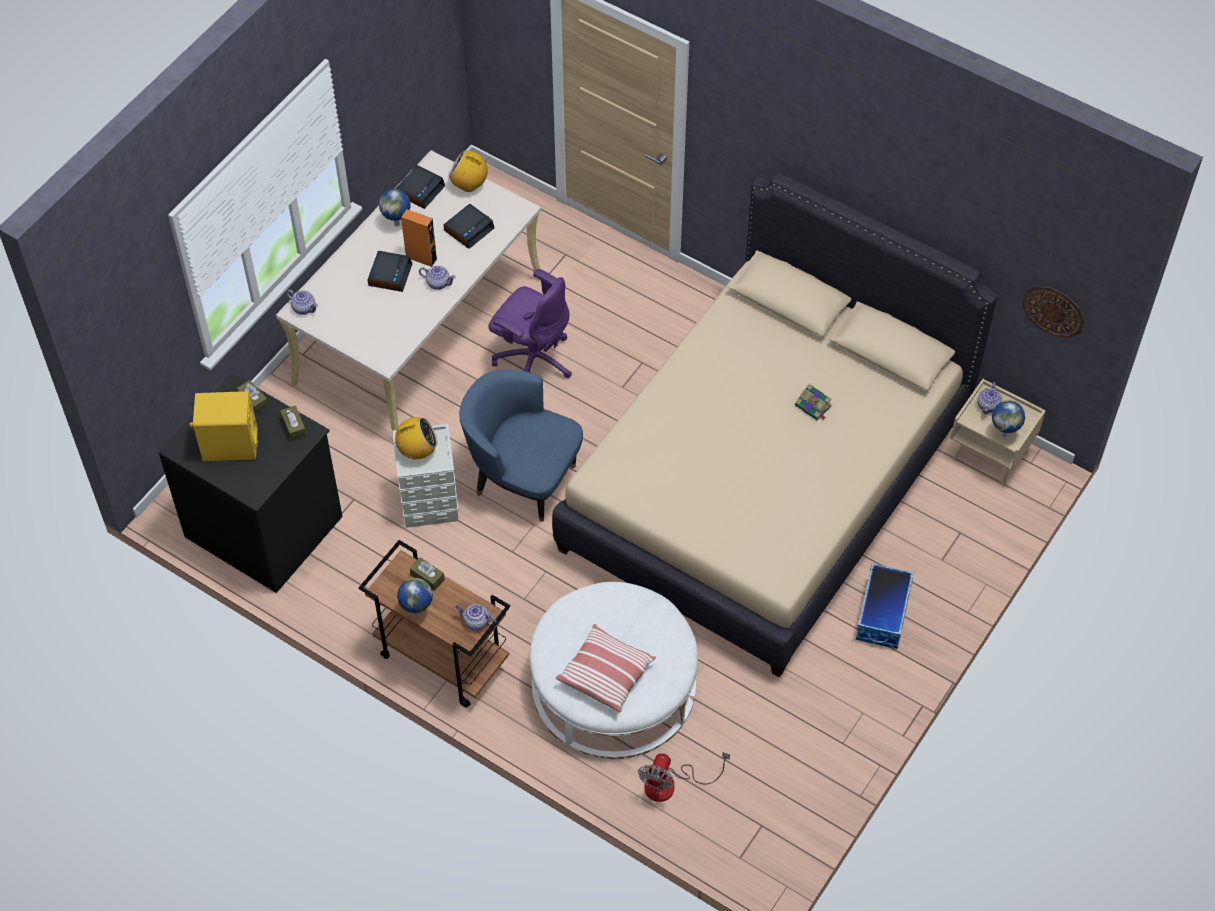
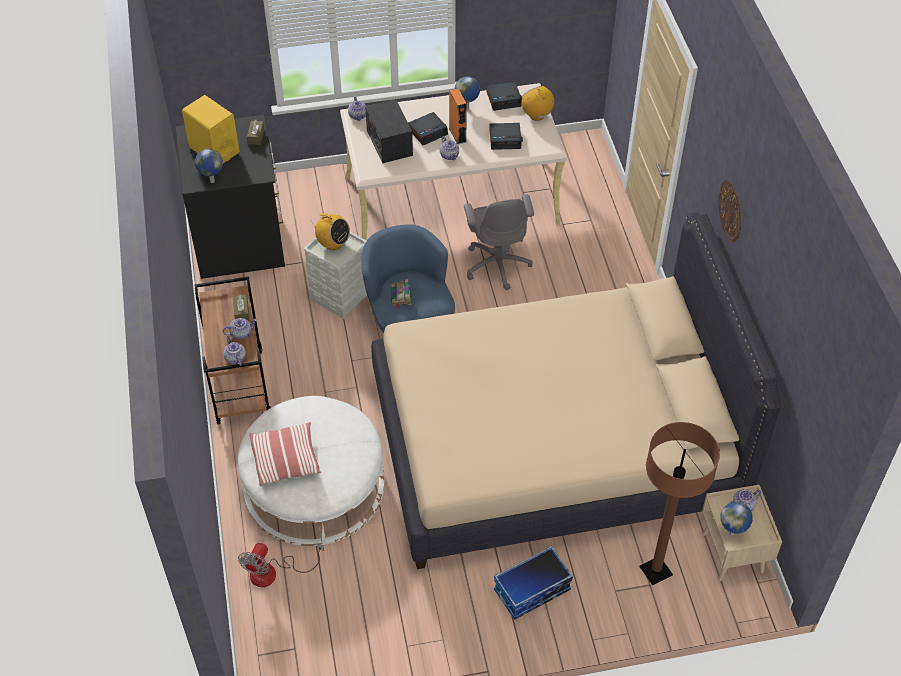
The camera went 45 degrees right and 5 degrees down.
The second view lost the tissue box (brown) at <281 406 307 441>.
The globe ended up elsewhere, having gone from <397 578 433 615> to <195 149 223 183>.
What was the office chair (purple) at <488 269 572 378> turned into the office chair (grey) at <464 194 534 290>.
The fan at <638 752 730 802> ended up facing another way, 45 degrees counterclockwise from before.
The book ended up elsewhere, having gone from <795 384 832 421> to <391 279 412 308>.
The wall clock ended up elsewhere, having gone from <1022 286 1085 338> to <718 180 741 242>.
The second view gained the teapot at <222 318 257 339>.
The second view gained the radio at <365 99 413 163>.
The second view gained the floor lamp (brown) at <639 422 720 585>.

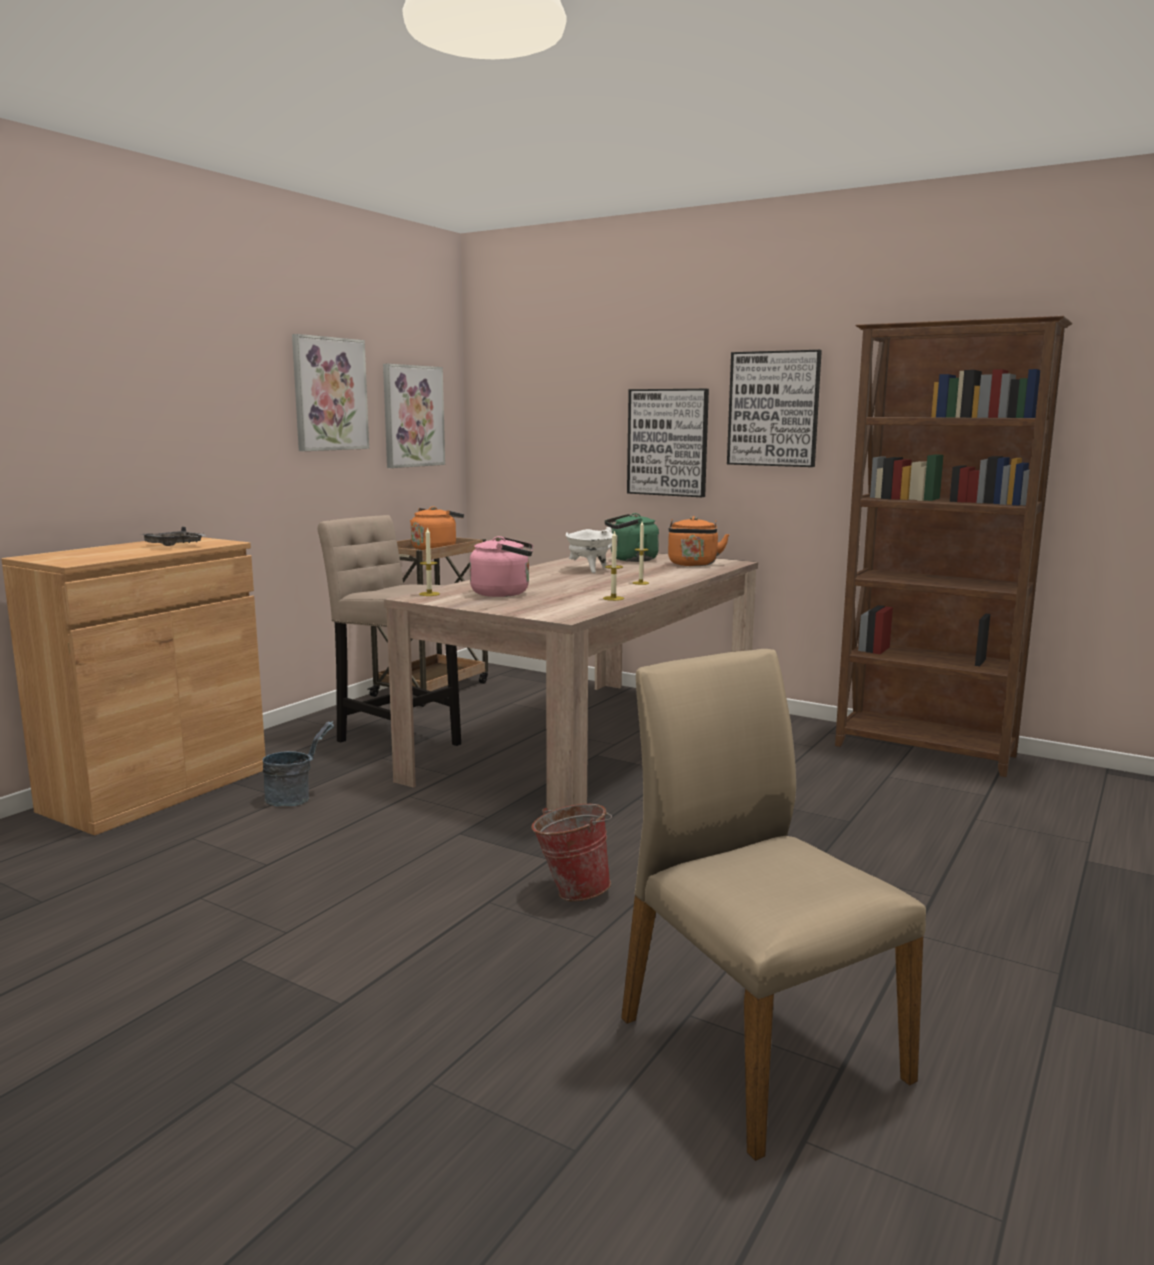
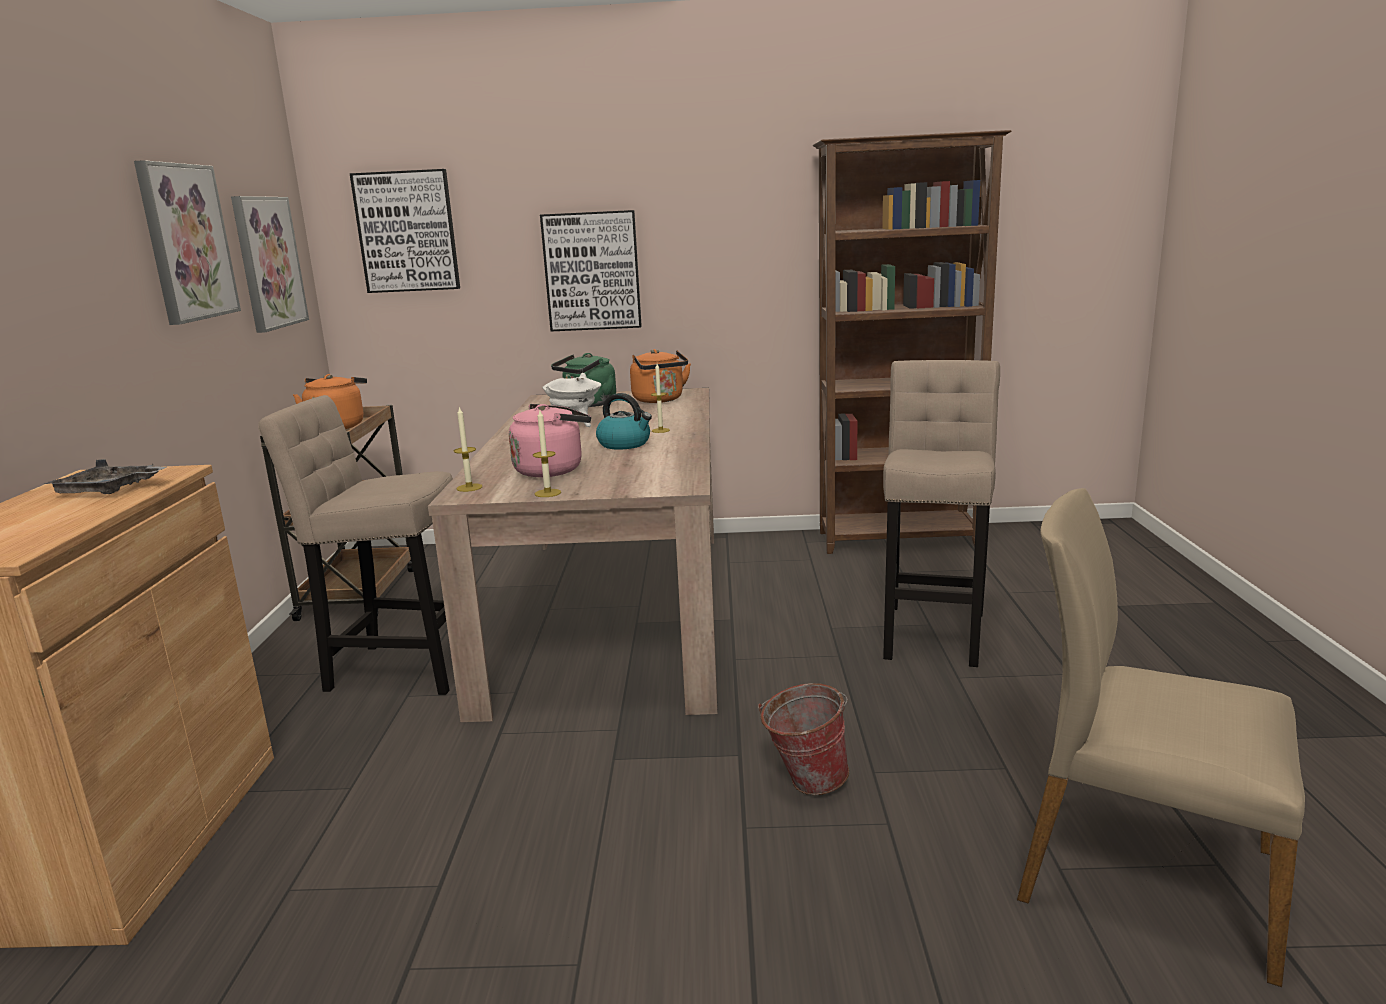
The camera went 30 degrees left and 5 degrees up.
The second view lost the bucket (grey) at <263 721 334 806>.
The candle ended up elsewhere, having gone from <603 530 624 601> to <533 410 561 497>.
The picture ended up elsewhere, having gone from <727 350 822 467> to <350 169 460 293>.
The second view gained the kettle at <596 393 652 450>.
The second view gained the stool (beige) at <883 360 1000 667>.

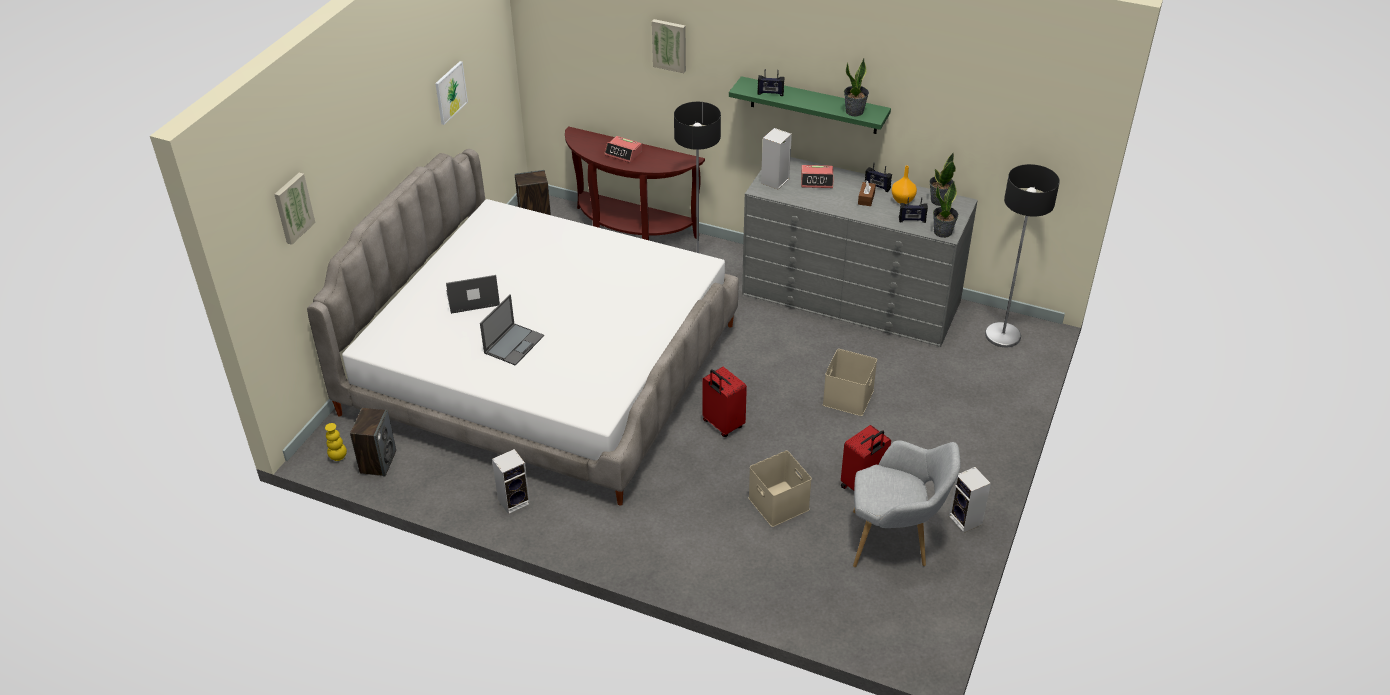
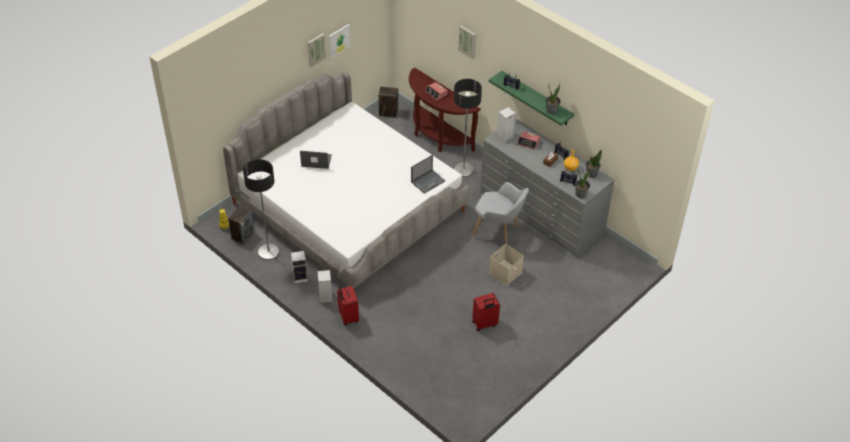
The camera went 20 degrees right and 5 degrees up.
The picture ended up elsewhere, having gone from <274 173 315 245> to <307 33 326 67>.
The laptop ended up elsewhere, having gone from <480 295 544 366> to <411 155 445 194>.
The suitcase (red) ended up elsewhere, having gone from <702 367 747 437> to <337 286 359 325>.
The second view lost the storage box (beige) at <749 451 812 527>.
The armchair (grey) ended up elsewhere, having gone from <853 440 960 567> to <472 182 529 244>.
The speaker ended up elsewhere, having gone from <949 467 991 533> to <317 270 333 303>.
The floor lamp ended up elsewhere, having gone from <985 164 1060 347> to <243 159 280 260>.

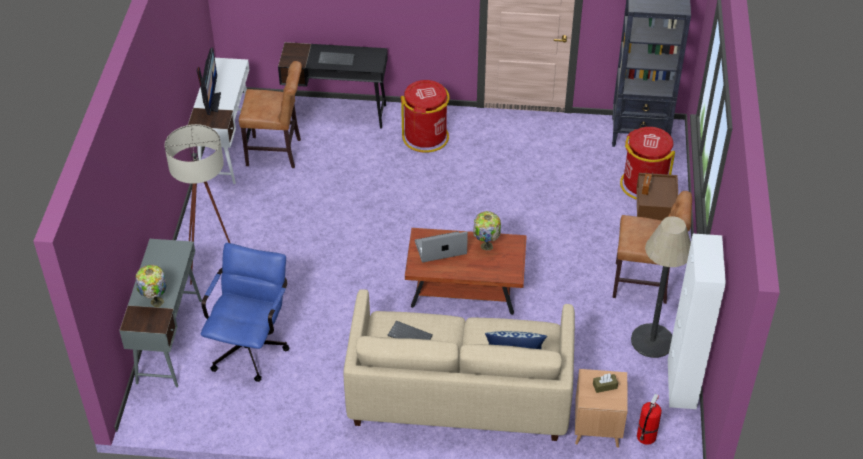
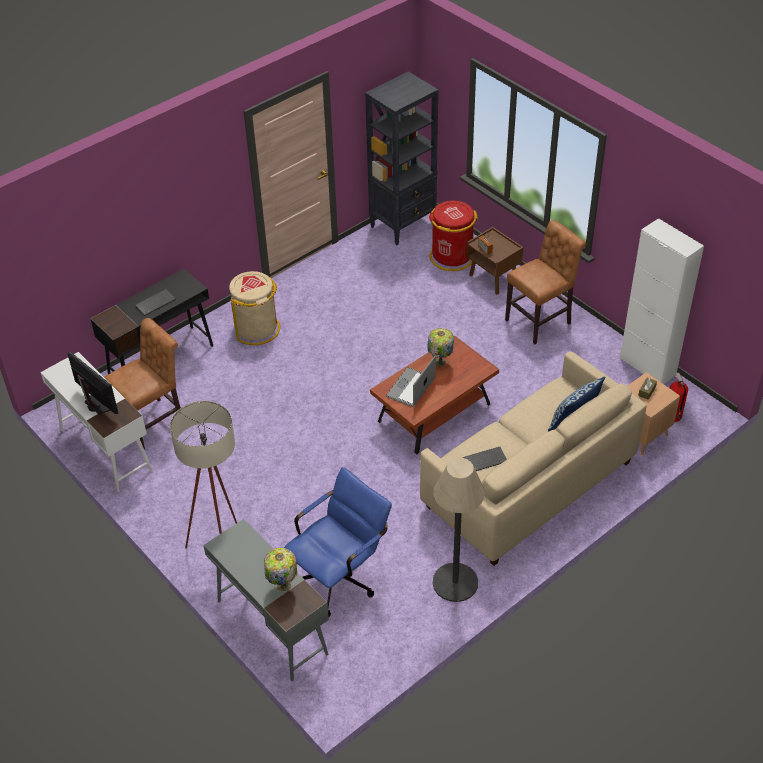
The camera went 45 degrees left and 0 degrees up.
The office chair (blue) at <201 243 289 382> ended up facing another way, 75 degrees clockwise from before.
What was the trash can (red) at <400 80 450 153> turned into the trash can (beige) at <229 271 280 345>.
The floor lamp ended up elsewhere, having gone from <631 216 691 358> to <433 458 485 602>.

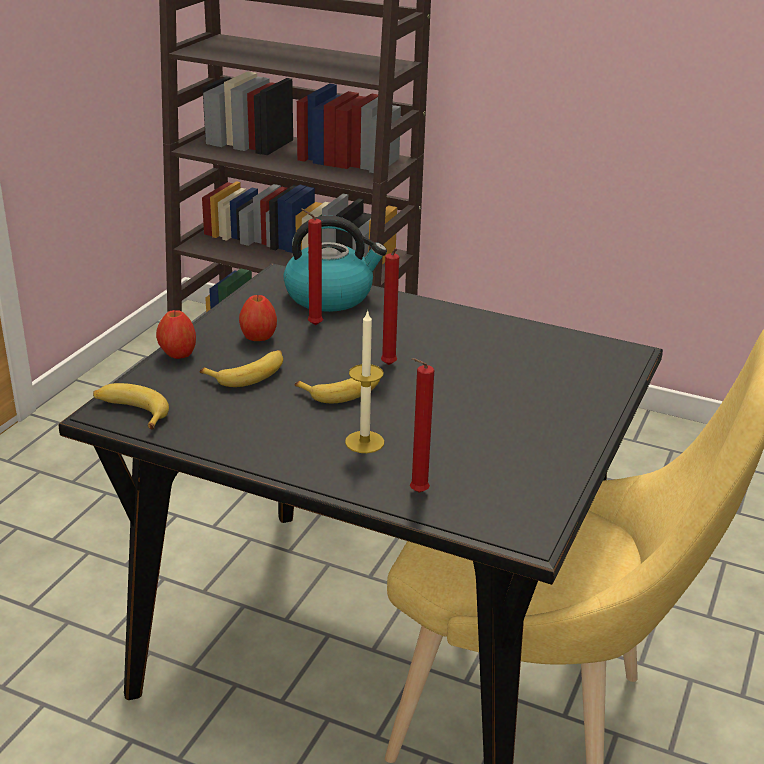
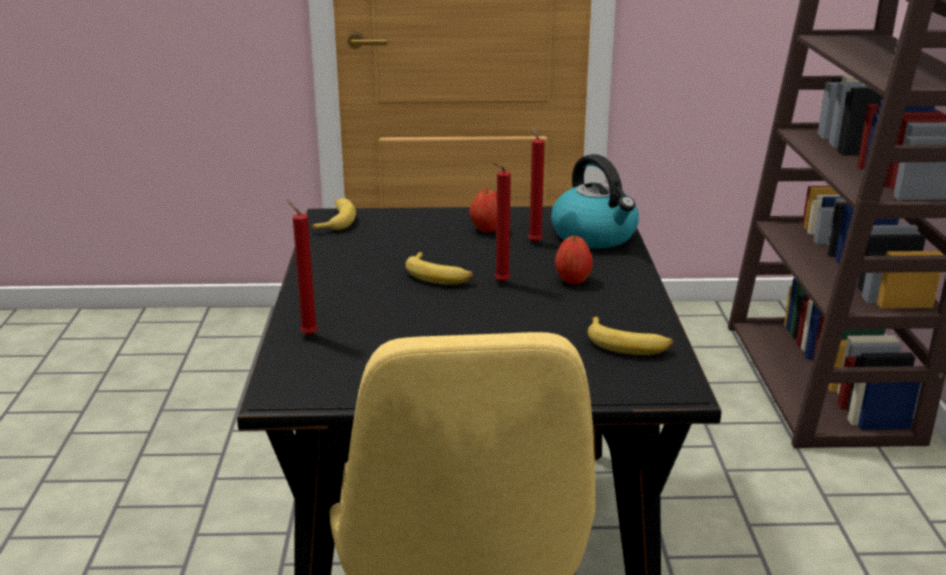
The camera went 65 degrees right and 5 degrees down.
The apple ended up elsewhere, having gone from <156 310 196 359> to <555 236 593 285>.
The banana ended up elsewhere, having gone from <200 350 283 387> to <588 316 674 355>.
The second view lost the candle at <345 310 384 453>.

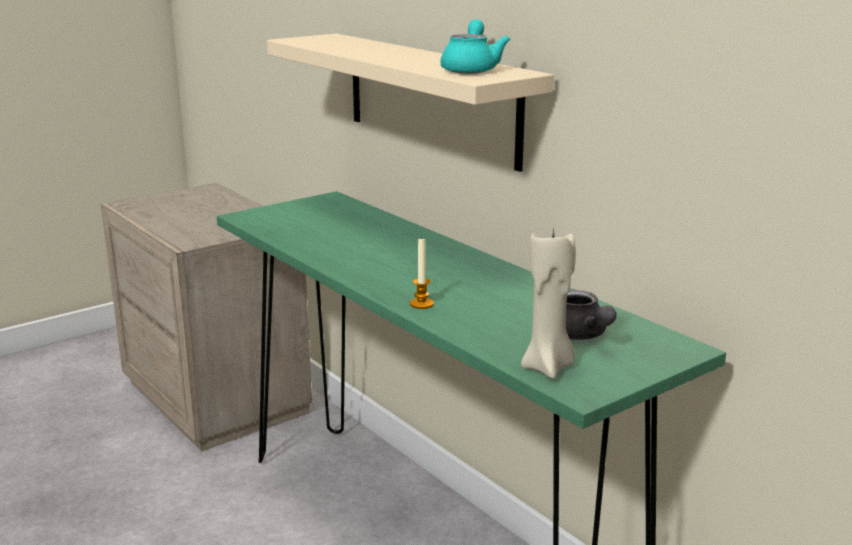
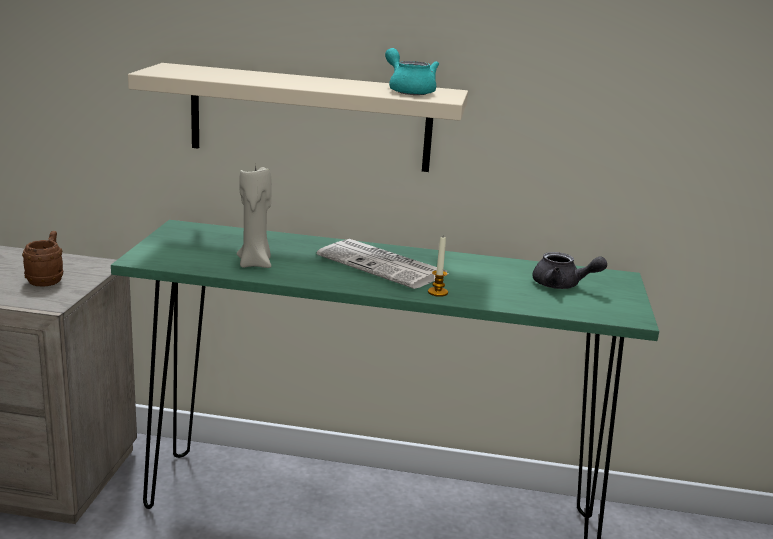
The camera went 45 degrees left and 0 degrees up.
The candle (beige) ended up elsewhere, having gone from <521 228 576 379> to <237 163 272 268>.
The second view gained the mug (brown) at <22 231 63 287>.
The second view gained the newspaper at <317 239 448 289>.

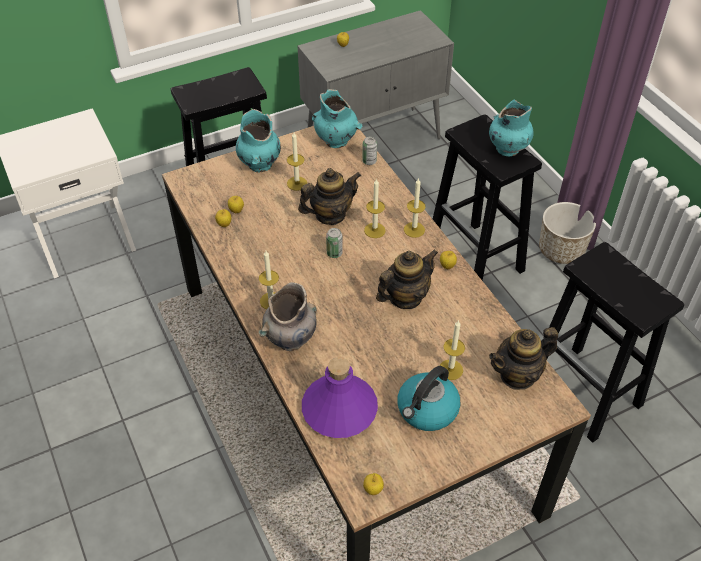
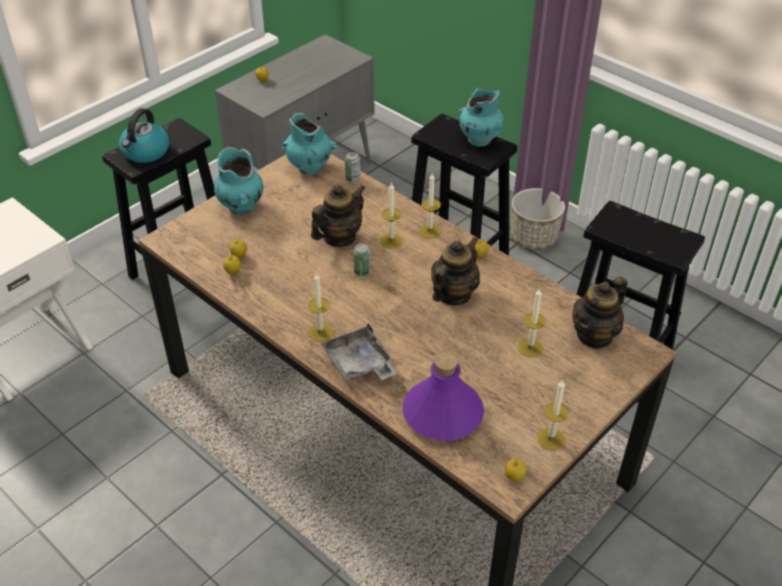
The camera went 20 degrees left and 5 degrees down.
Where the vase (grey) stood at <258 282 317 351>, the tray (grey) came to stand at <321 323 397 381>.
The candle ended up elsewhere, having gone from <287 133 307 191> to <537 380 569 450>.
The kettle ended up elsewhere, having gone from <398 366 460 431> to <119 108 169 163>.

